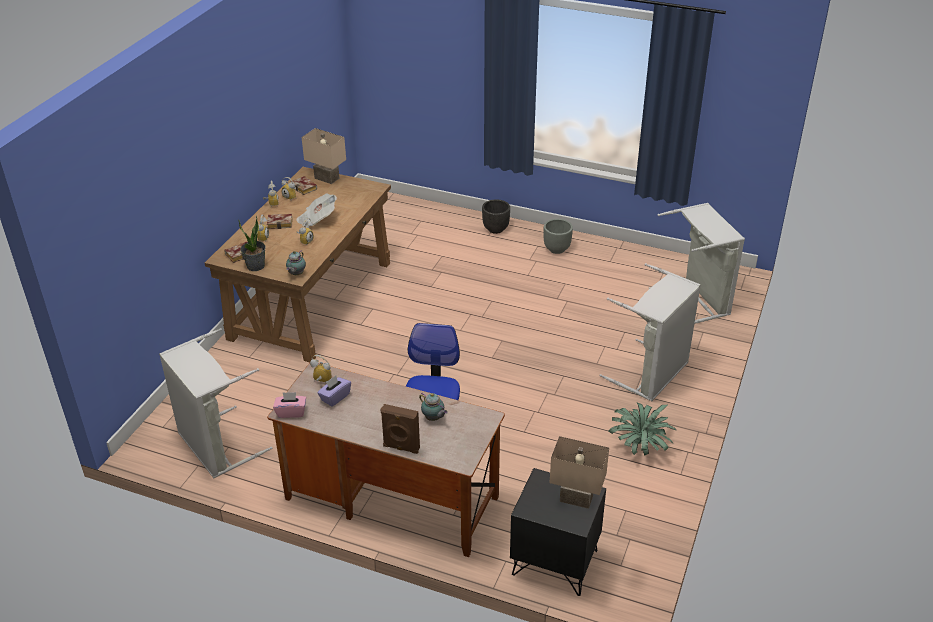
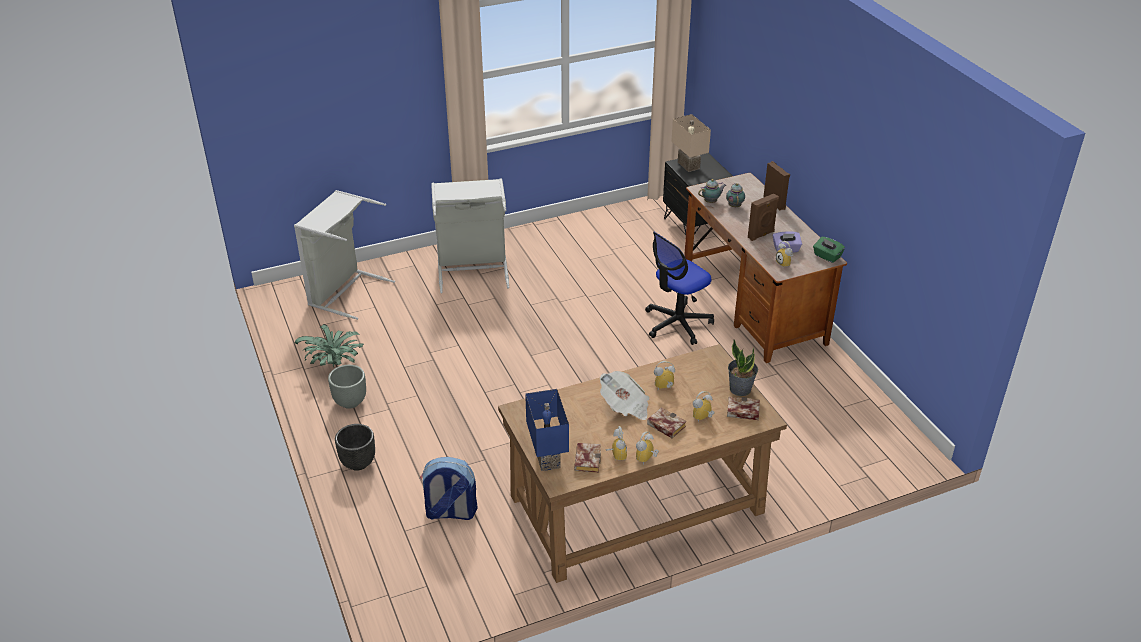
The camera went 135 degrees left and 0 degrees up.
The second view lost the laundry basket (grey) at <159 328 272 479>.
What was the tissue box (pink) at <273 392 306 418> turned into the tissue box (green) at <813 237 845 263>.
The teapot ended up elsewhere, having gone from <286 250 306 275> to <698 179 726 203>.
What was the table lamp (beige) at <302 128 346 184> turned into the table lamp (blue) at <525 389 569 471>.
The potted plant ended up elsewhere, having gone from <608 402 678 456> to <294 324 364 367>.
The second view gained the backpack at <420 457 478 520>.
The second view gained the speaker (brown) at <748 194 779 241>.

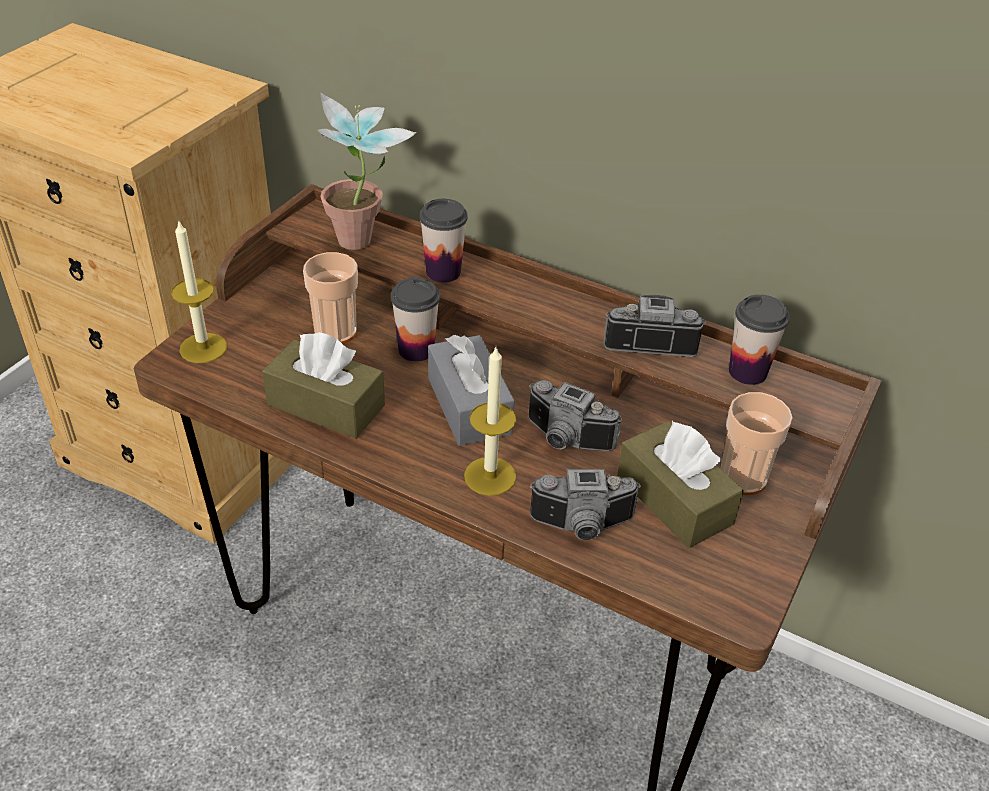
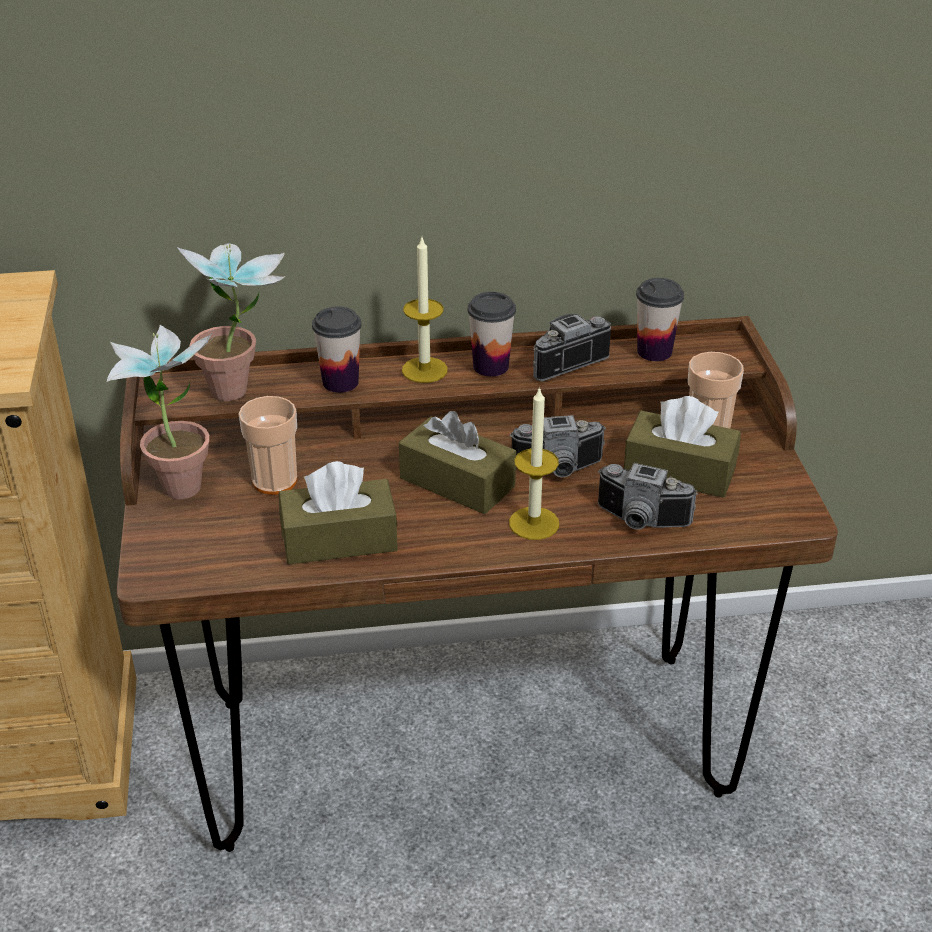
The camera went 35 degrees left and 5 degrees down.
The candle ended up elsewhere, having gone from <171 219 227 363> to <402 238 448 383>.
The cup ended up elsewhere, having gone from <391 277 440 362> to <468 292 516 377>.
What was the tissue box (grey) at <428 335 515 446> turned into the tissue box (brown) at <399 411 516 514>.
The photo camera at <529 469 641 540> ended up facing another way, 60 degrees clockwise from before.
The second view gained the potted plant at <107 325 212 499>.

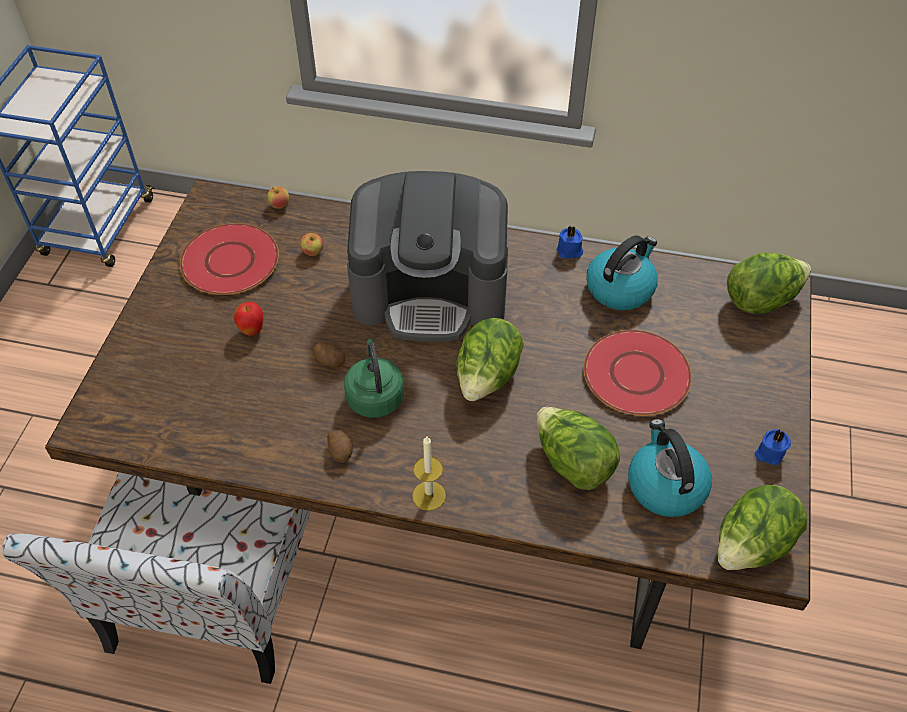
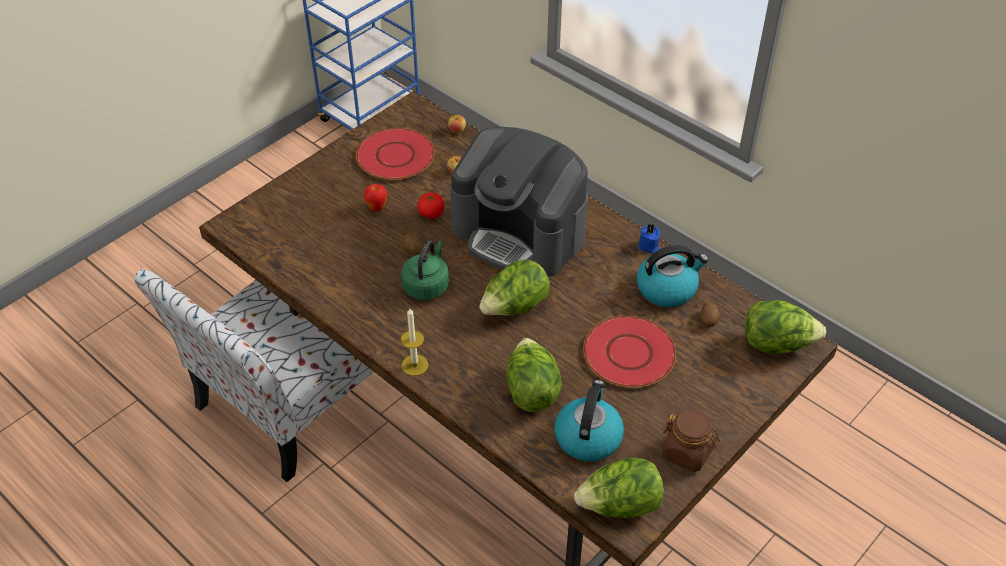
The camera went 30 degrees right and 5 degrees down.
The potato ended up elsewhere, having gone from <327 430 353 463> to <700 302 720 327>.
Where the candle (blue) stood at <754 429 791 465>, the jar (brown) came to stand at <662 410 720 472>.
The second view gained the tomato at <417 193 444 219>.

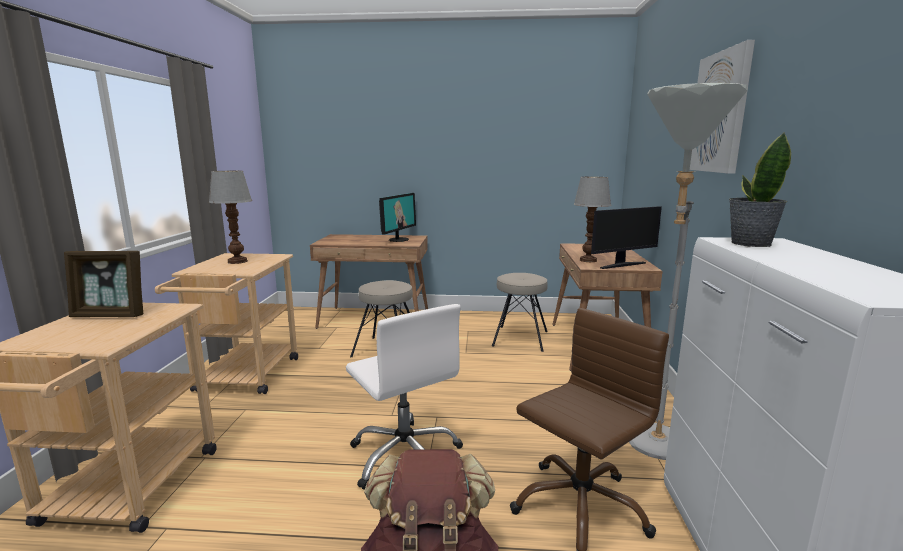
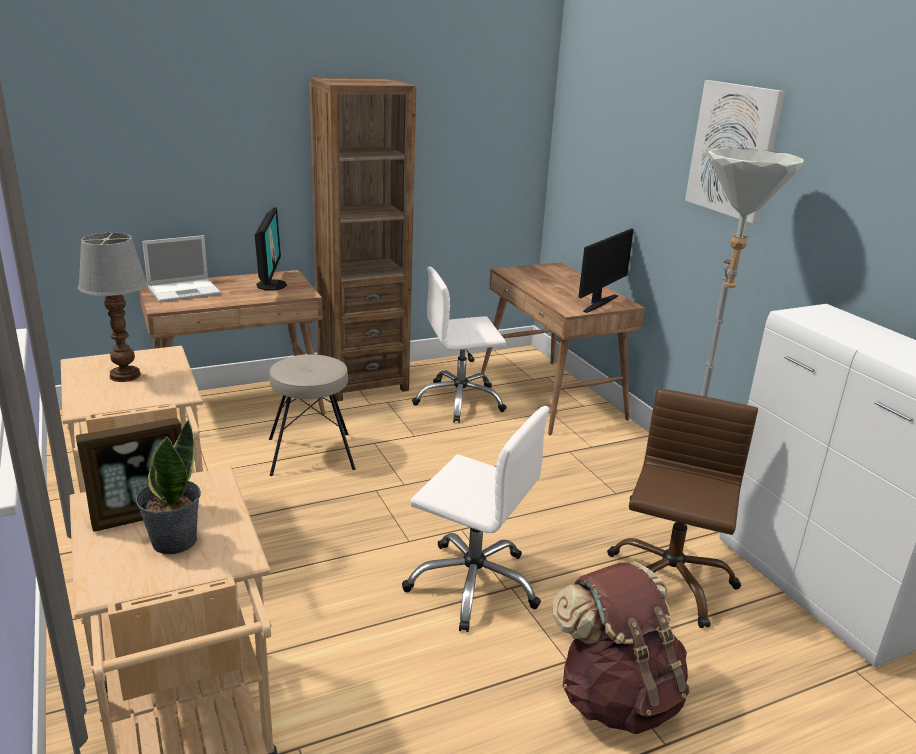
The camera went 30 degrees left and 10 degrees up.
Where the stool (beige) stood at <492 273 548 352>, the office chair (white) came to stand at <412 267 507 423>.
The second view lost the table lamp at <573 177 612 262>.
The potted plant ended up elsewhere, having gone from <729 132 791 247> to <135 419 201 554>.
The second view gained the laptop at <142 235 221 302>.
The second view gained the bookcase (brown) at <309 78 417 402>.

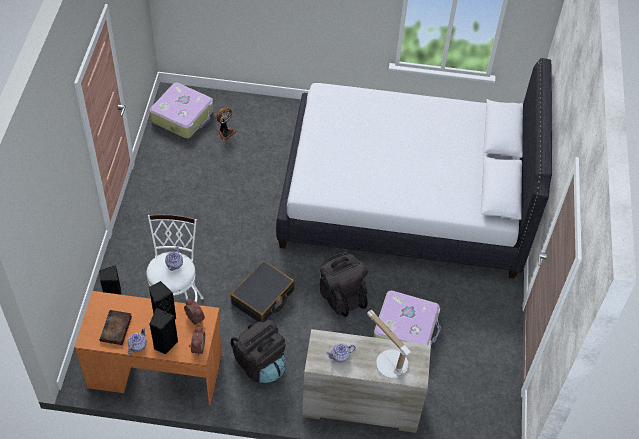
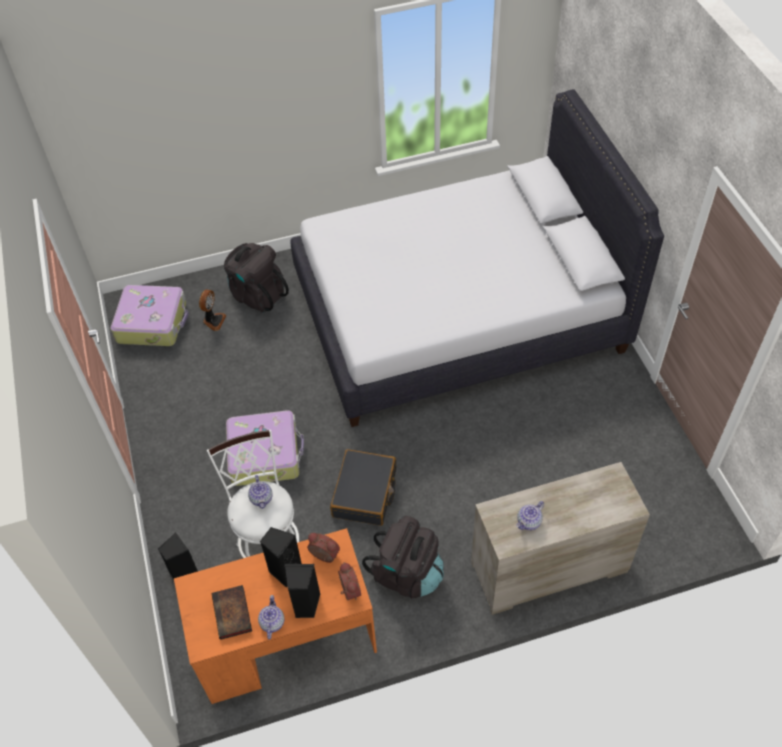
The camera went 20 degrees left and 0 degrees up.
The backpack (black) ended up elsewhere, having gone from <320 252 368 317> to <224 243 289 313>.
The second view lost the table lamp at <367 310 411 378>.
The suitcase ended up elsewhere, having gone from <373 290 441 345> to <226 410 304 486>.

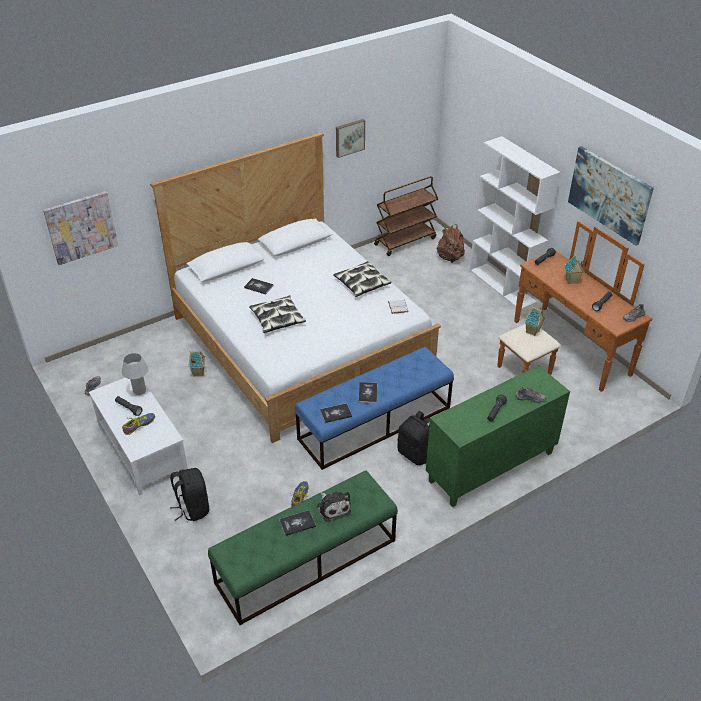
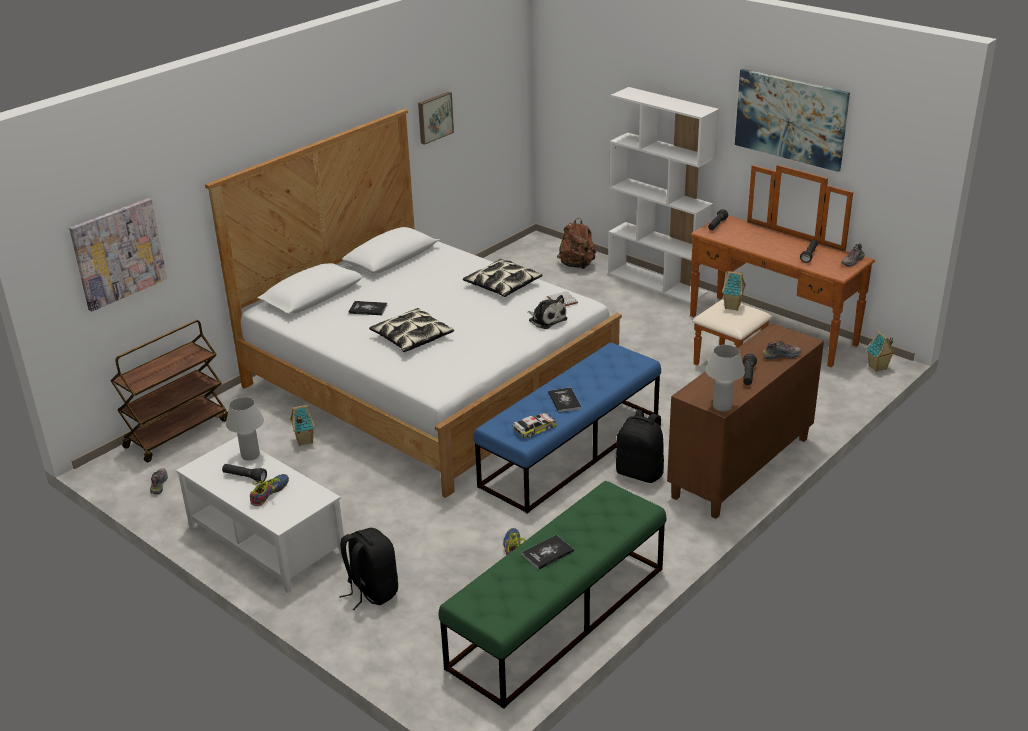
The camera went 15 degrees left and 10 degrees down.
The plush toy ended up elsewhere, having gone from <317 492 351 522> to <527 295 568 329>.
Where the book stood at <320 403 352 423>, the toy car came to stand at <513 413 557 438>.
The cart (brown) ended up elsewhere, having gone from <374 176 438 256> to <110 320 228 462>.
What was the cabinet (green) at <426 365 570 507> turned into the cabinet (brown) at <667 323 824 519>.
The toy house ended up elsewhere, having gone from <564 253 585 284> to <866 331 895 372>.
The second view gained the table lamp (white) at <705 345 745 411>.

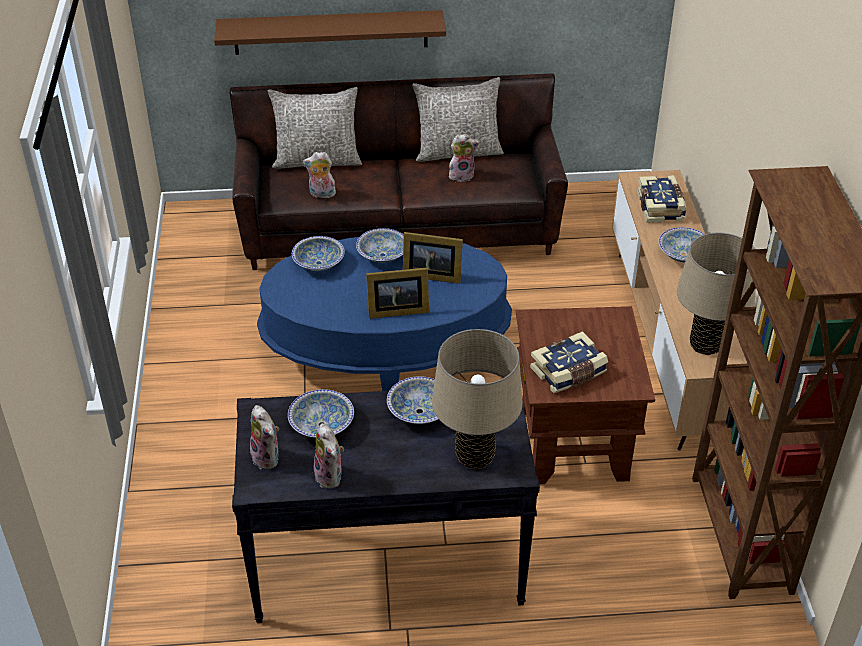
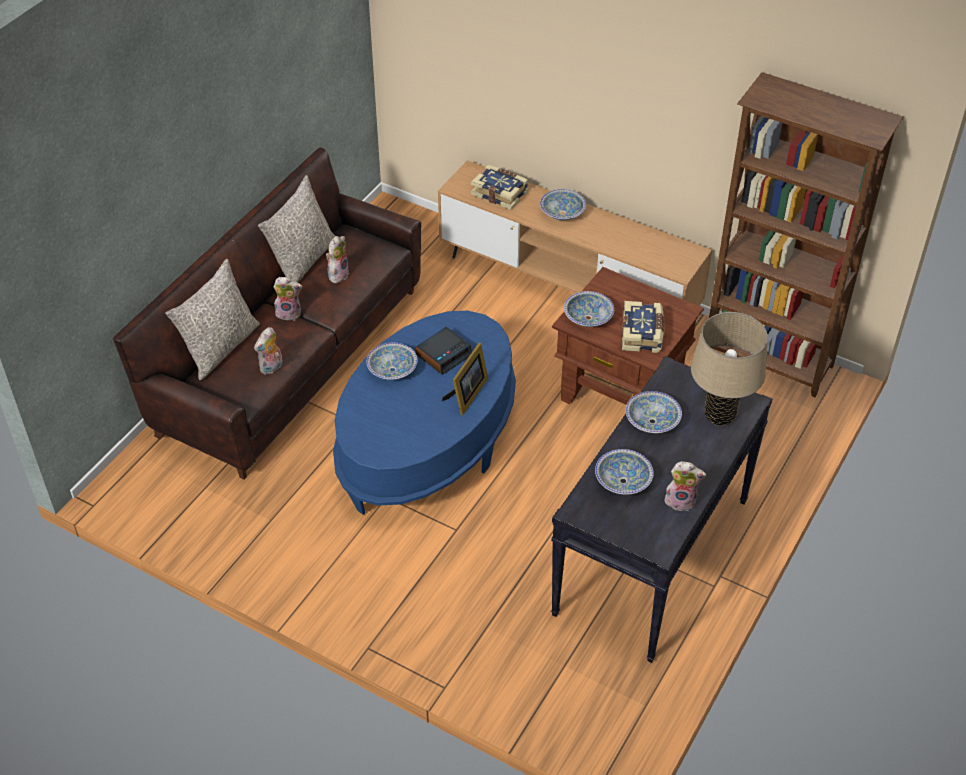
The camera went 55 degrees left and 5 degrees up.
The second view lost the shelf (brown) at <214 10 446 55>.
The plush toy ended up elsewhere, having gone from <250 405 279 469> to <273 277 302 320>.
The bowl ended up elsewhere, having gone from <292 236 345 271> to <564 291 614 327>.
Where the picture frame stood at <403 232 463 284>, the alarm clock came to stand at <415 327 472 375>.
The second view lost the table lamp (beige) at <677 233 756 355>.

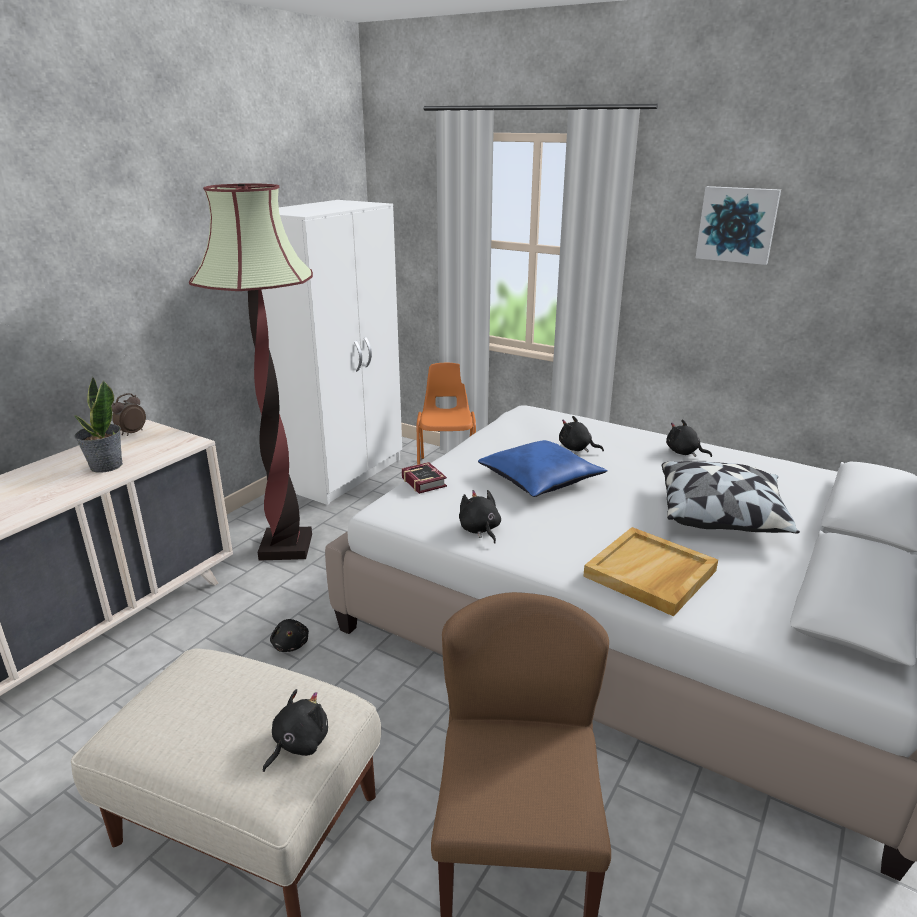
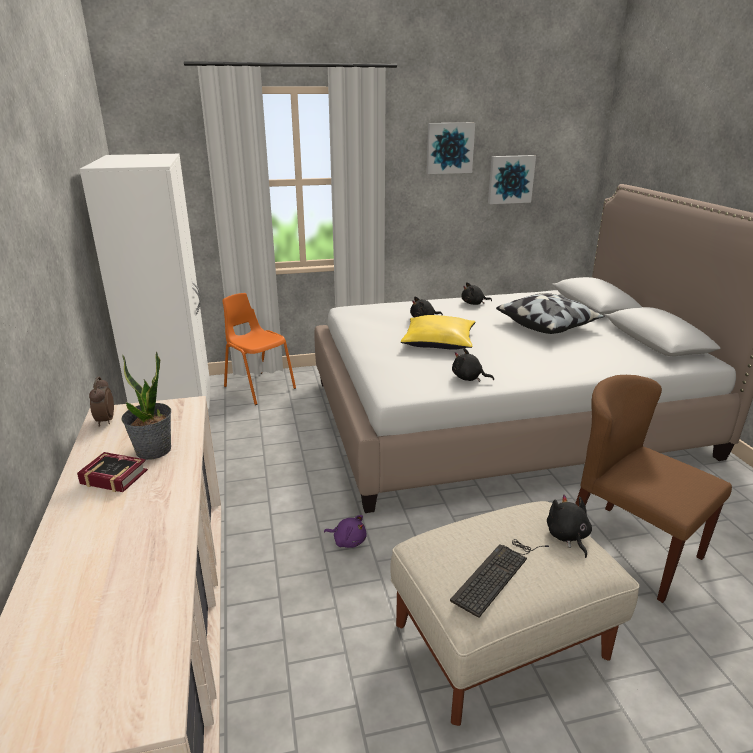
The camera went 45 degrees left and 0 degrees up.
The second view lost the floor lamp at <189 183 313 561>.
What was the plush toy (black) at <270 619 309 652> turned into the plush toy (purple) at <324 515 367 548>.
The book ended up elsewhere, having gone from <402 462 447 494> to <77 452 148 492>.
What was the pillow (blue) at <478 440 608 497> turned into the pillow (yellow) at <401 315 475 350>.
The second view lost the tray (beige) at <583 527 718 616>.
The second view gained the keyboard at <450 539 549 618>.
The second view gained the picture at <488 155 536 204>.

